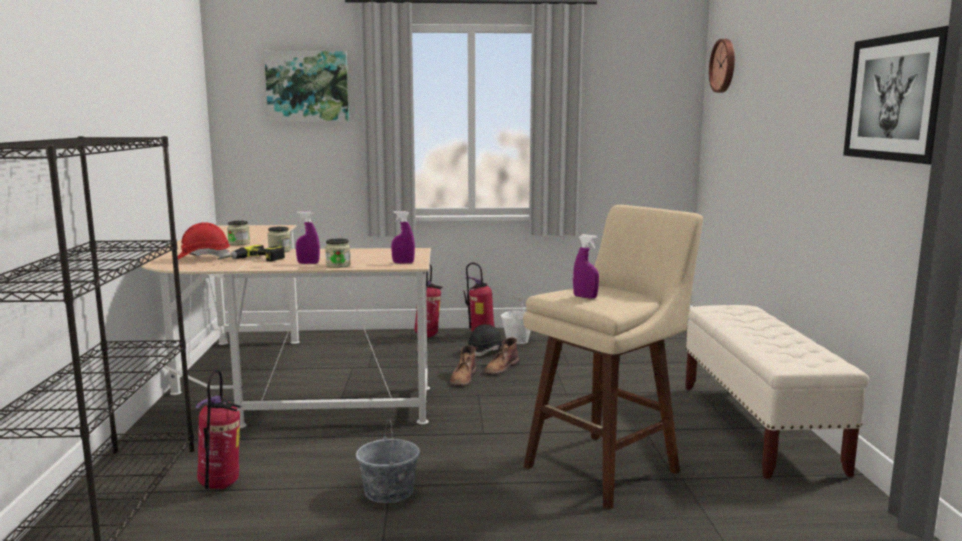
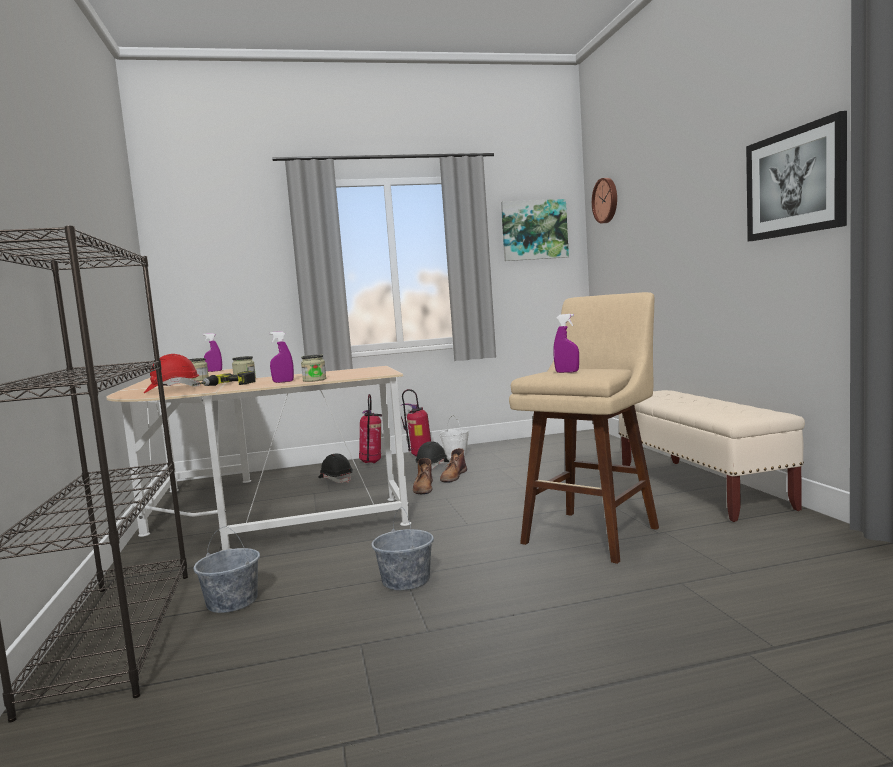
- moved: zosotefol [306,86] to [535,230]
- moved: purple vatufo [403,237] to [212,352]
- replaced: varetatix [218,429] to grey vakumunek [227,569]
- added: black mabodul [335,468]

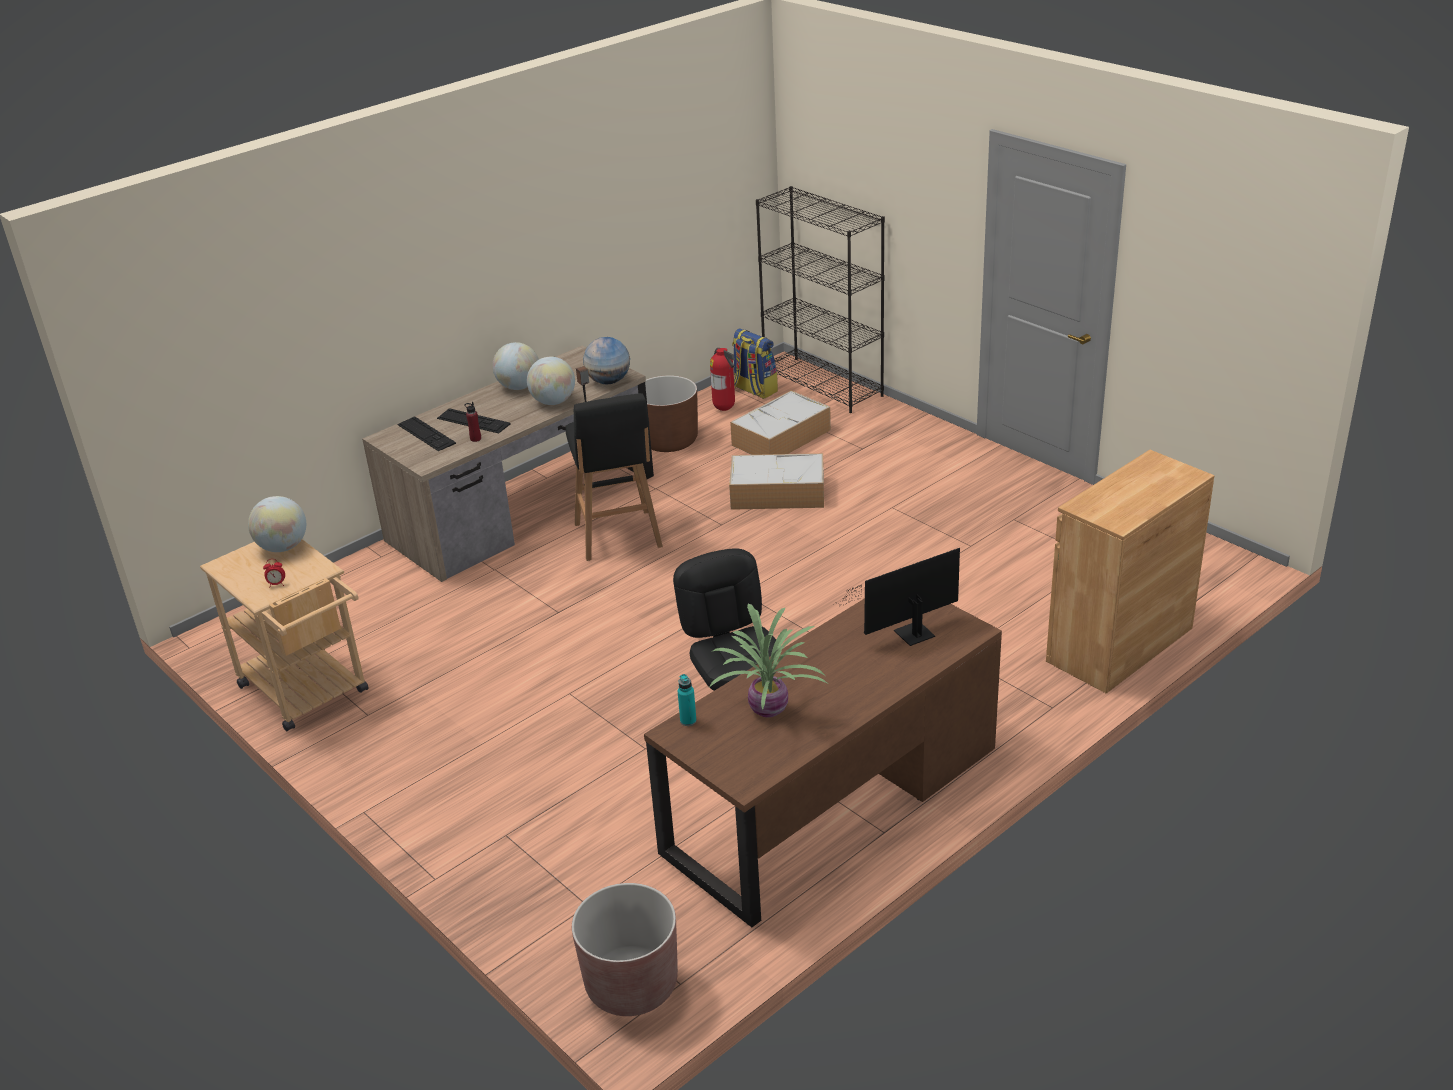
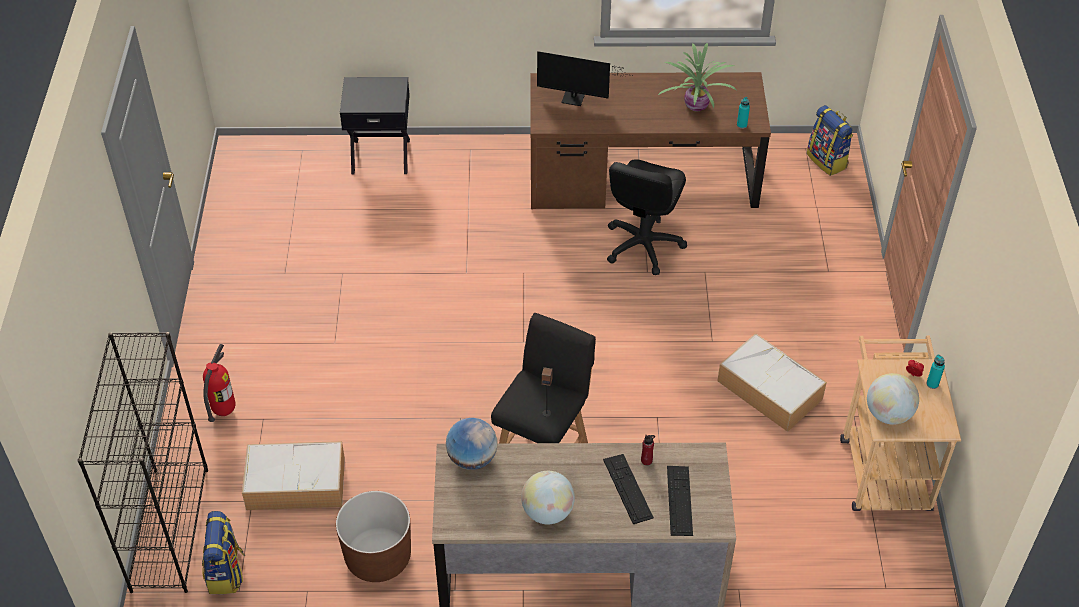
- moved: varetatix [722,379] to [219,383]
- removed: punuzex [551,381]
- replaced: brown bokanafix [1130,571] to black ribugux [375,126]
- moved: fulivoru [776,481] to [772,382]
- replaced: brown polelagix [625,949] to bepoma [830,140]
- added: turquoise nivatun [935,372]

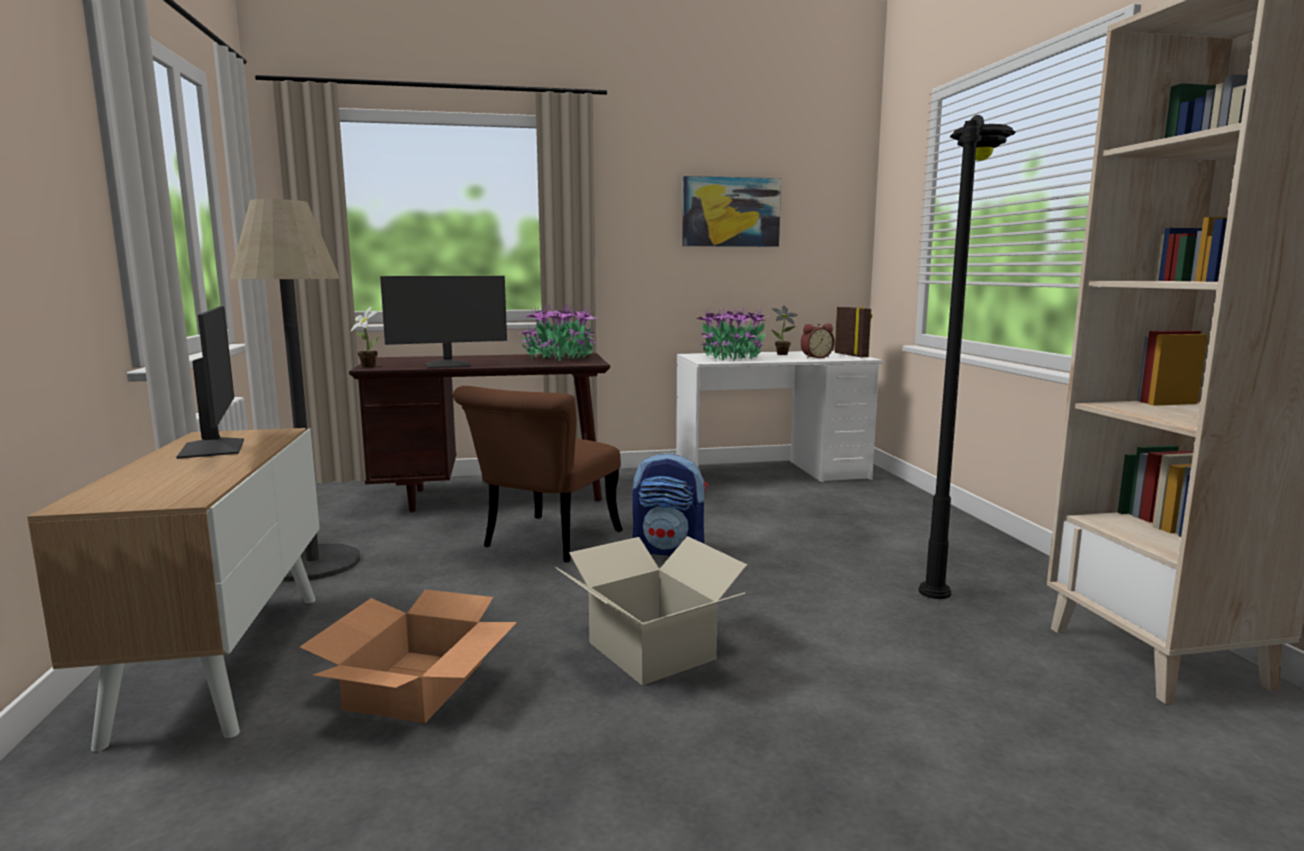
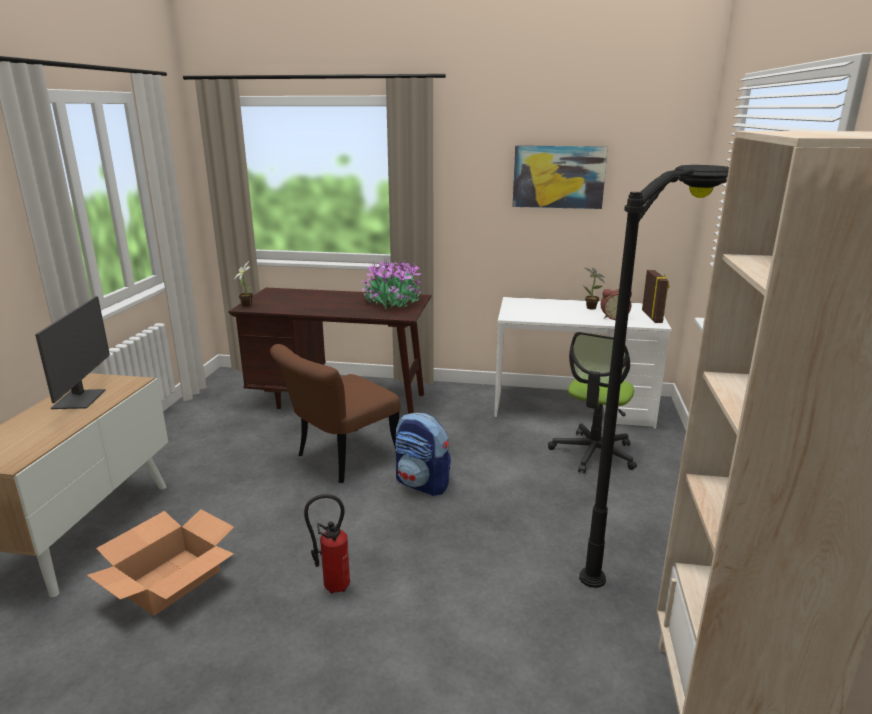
- removed: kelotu [295,390]
- removed: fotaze [443,322]
- removed: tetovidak [733,333]
- replaced: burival [651,610] to varetatix [327,544]
- added: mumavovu [592,402]

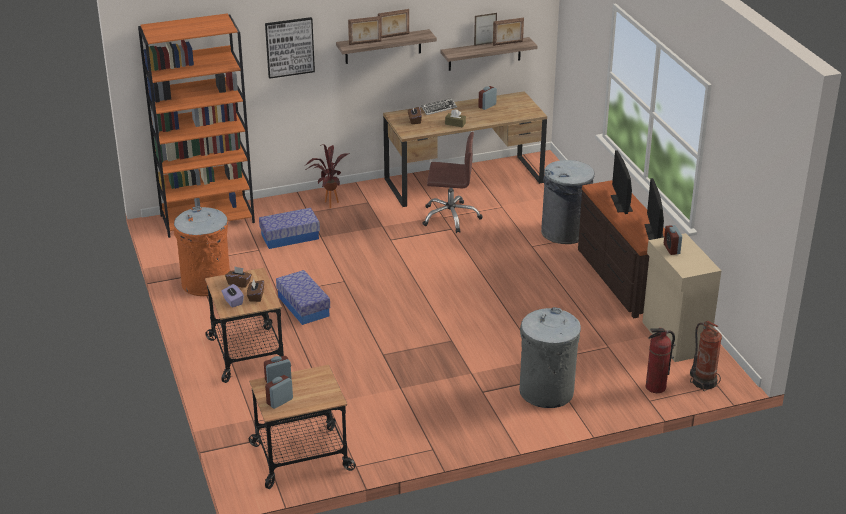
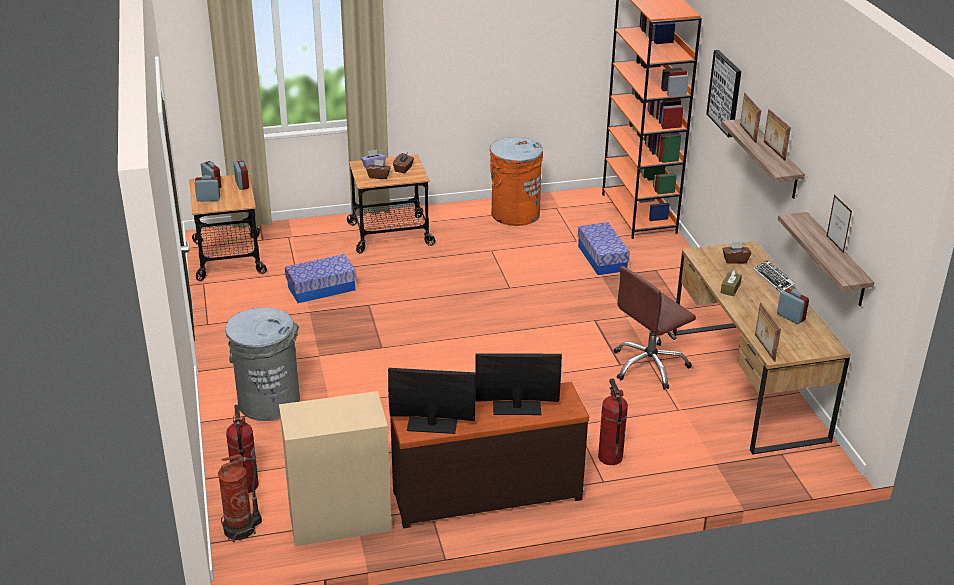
- moved: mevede [508,32] to [768,332]
- turned: brown mumavovu [452,182] = [655,328] 45 degrees clockwise
- removed: tetovidak [327,176]
- replaced: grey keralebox [568,202] to varetatix [613,421]
- moved: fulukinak [673,240] to [207,188]
- moved: fulivoru [303,297] to [321,278]

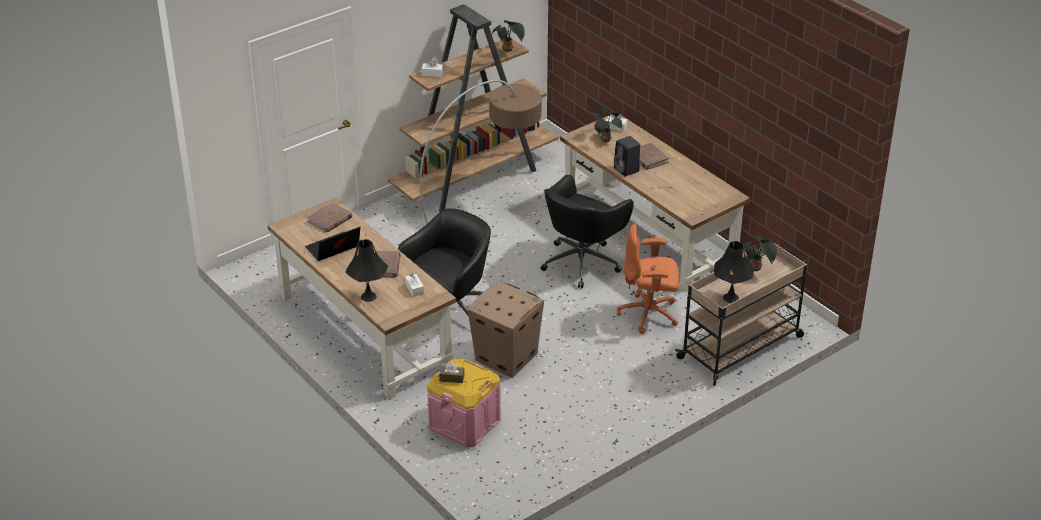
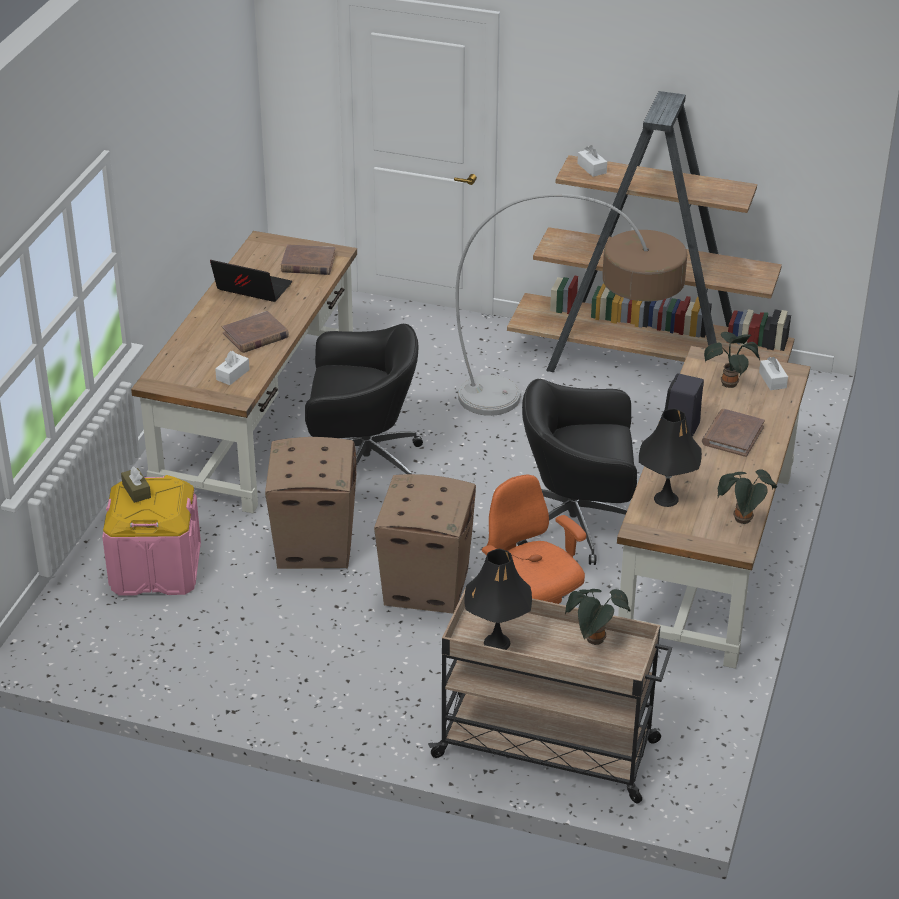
- moved: tetovidak [508,36] to [747,496]
- moved: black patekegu [366,270] to [670,458]
- added: burival [425,544]

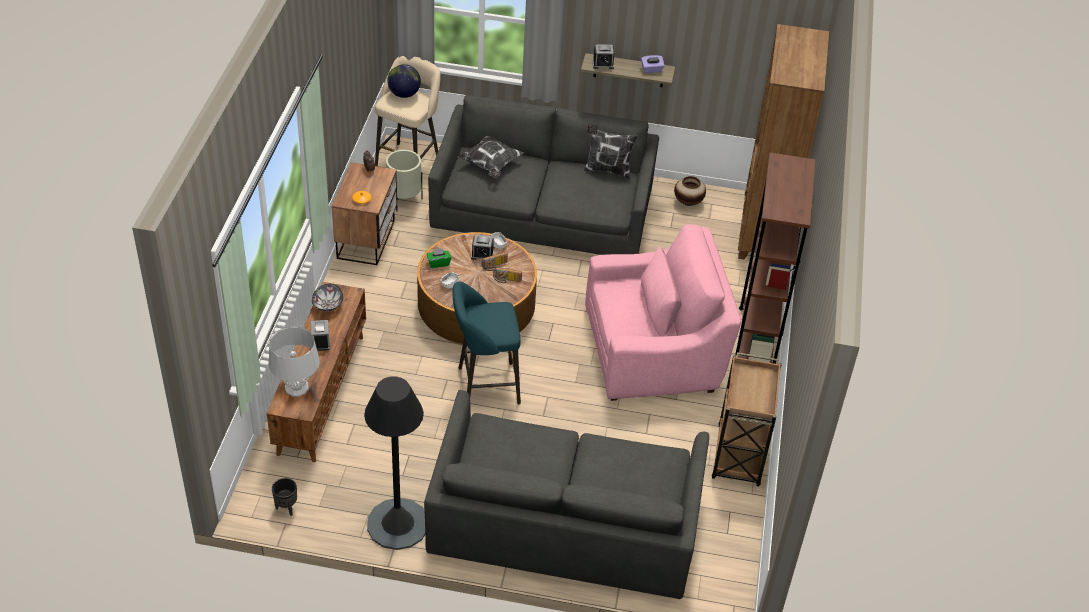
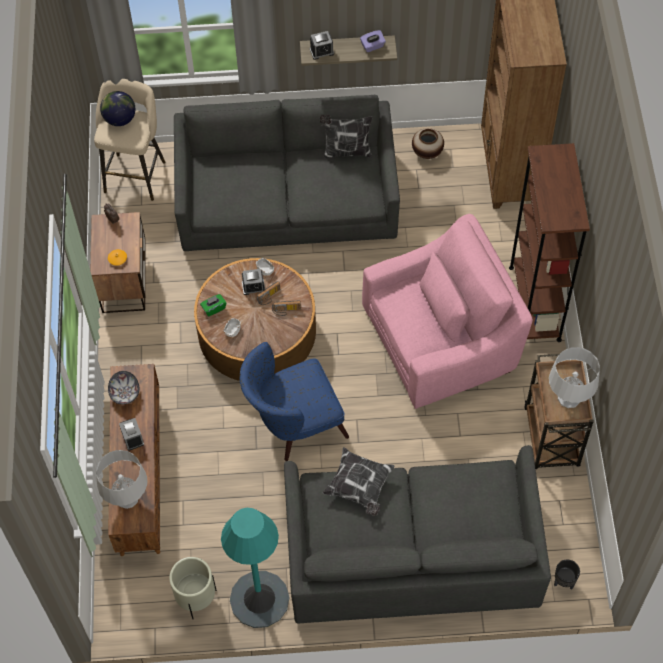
- moved: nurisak [490,157] to [358,481]
- moved: beige polelagix [404,180] to [193,588]
- replaced: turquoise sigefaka [487,343] to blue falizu [294,401]
- recoloured: black kelotu [394,463] to turquoise kelotu [255,568]
- moved: black polelagix [284,497] to [567,574]
- added: grey patekegu [574,377]

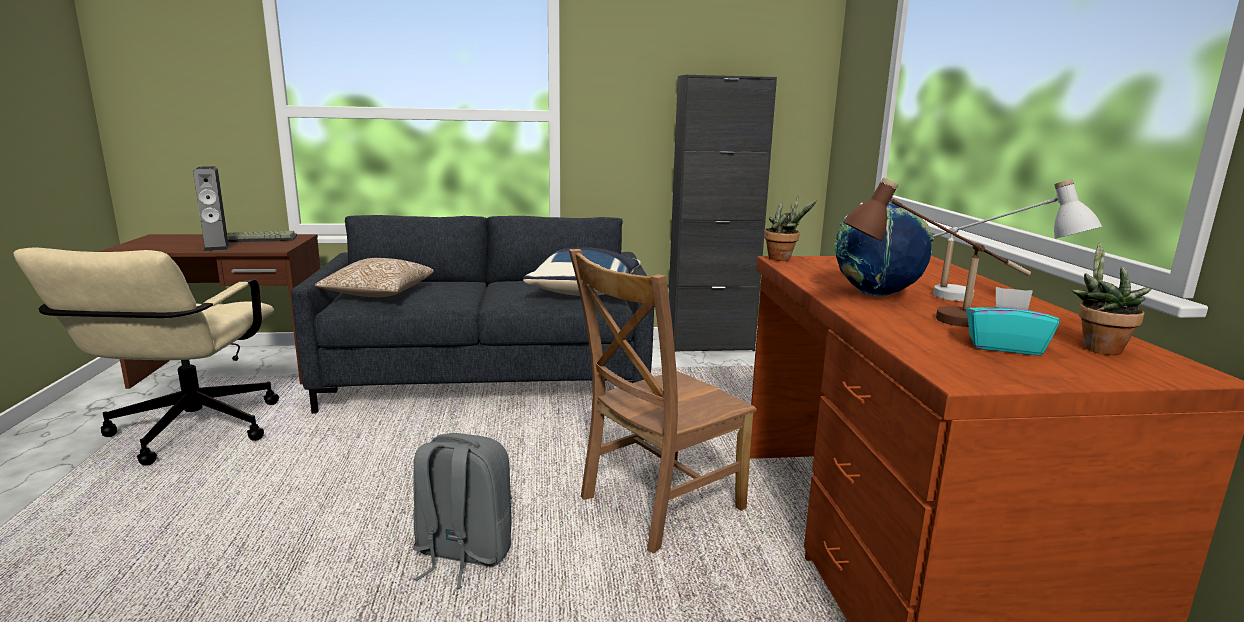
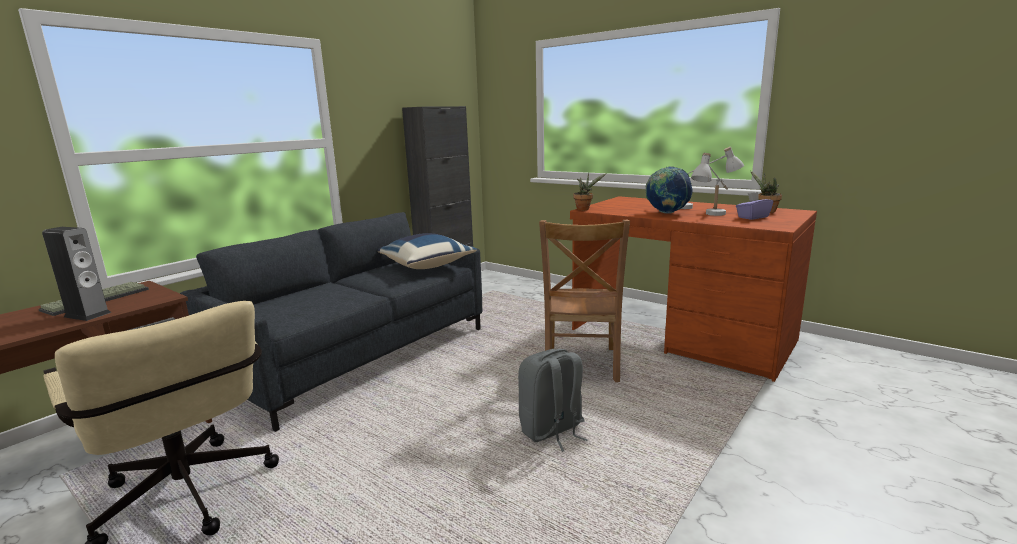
- recoloured: brown patekegu [937,252] to white patekegu [709,184]
- removed: nurisak [374,277]
- recoloured: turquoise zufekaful [1013,321] to purple zufekaful [754,206]

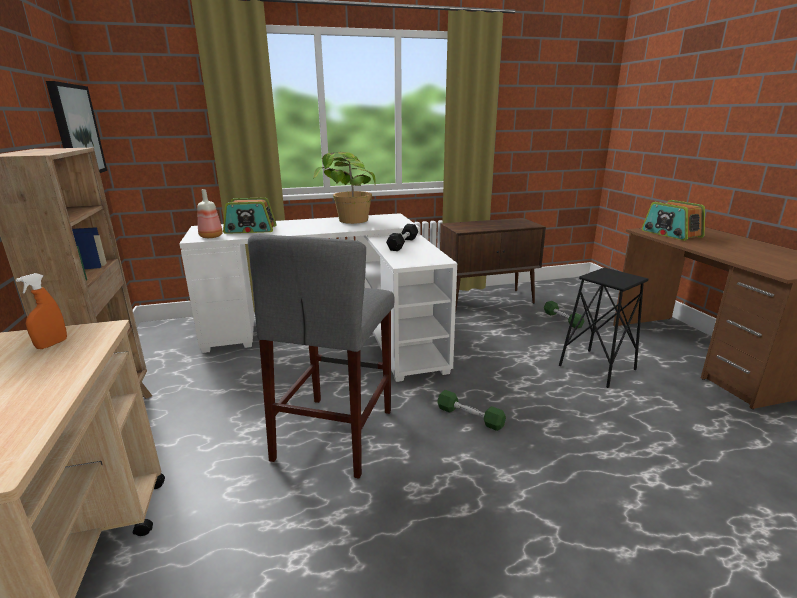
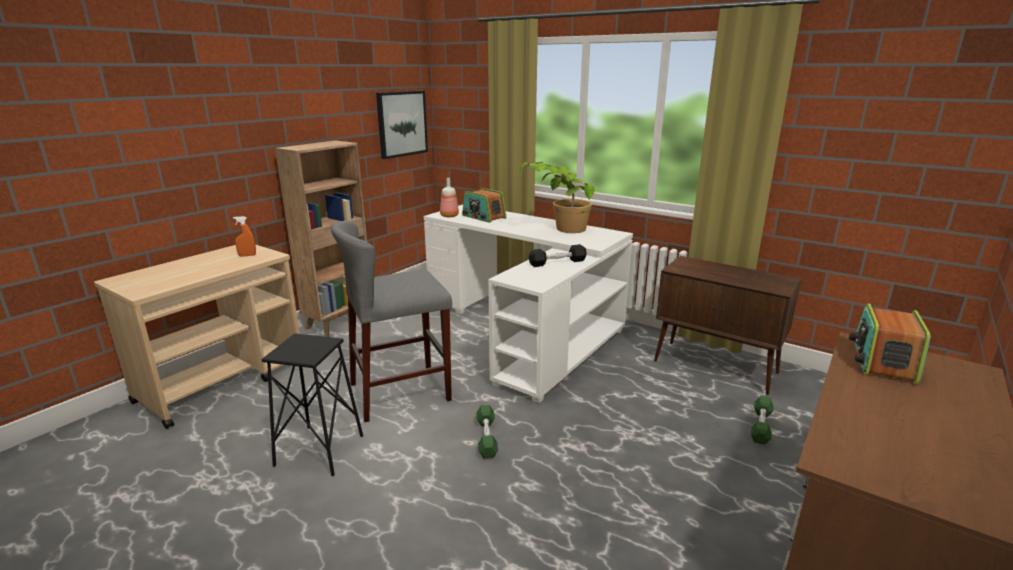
- moved: black sigefaka [603,327] to [312,404]

